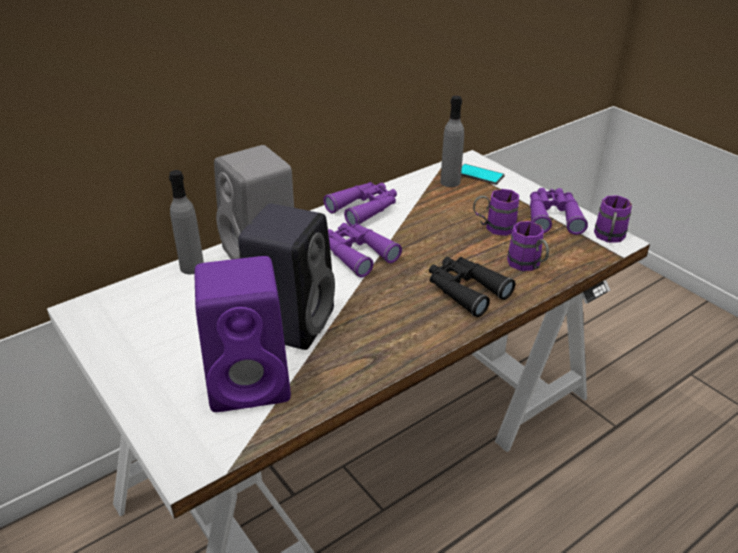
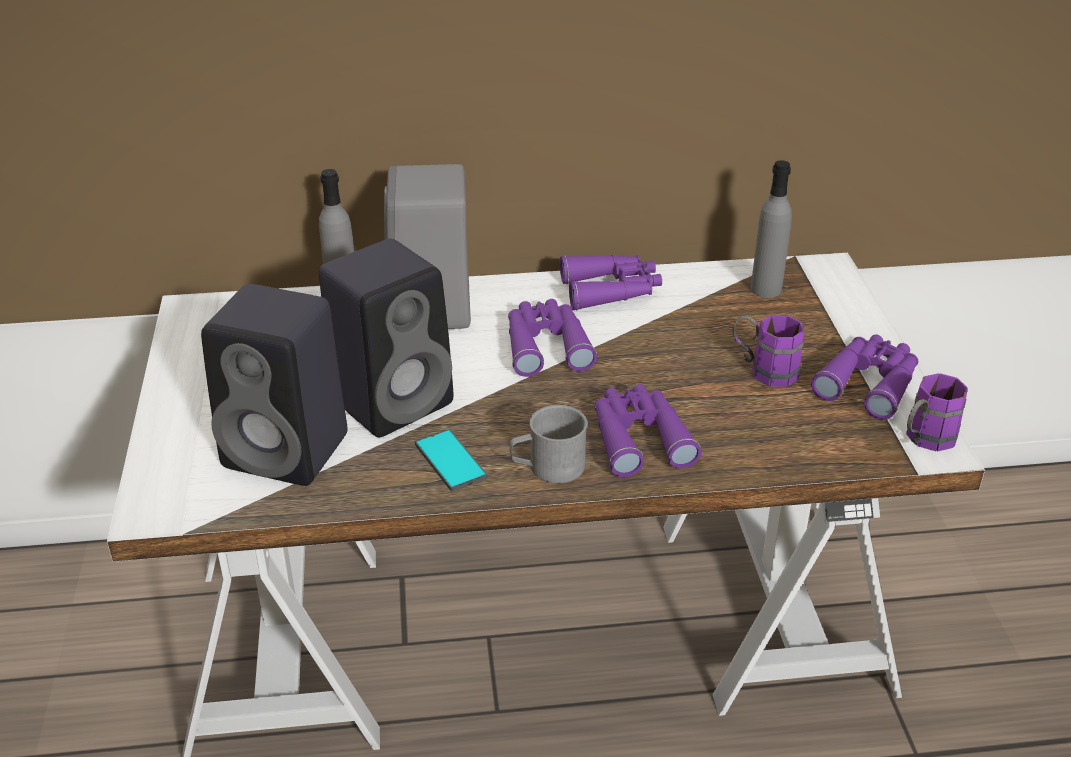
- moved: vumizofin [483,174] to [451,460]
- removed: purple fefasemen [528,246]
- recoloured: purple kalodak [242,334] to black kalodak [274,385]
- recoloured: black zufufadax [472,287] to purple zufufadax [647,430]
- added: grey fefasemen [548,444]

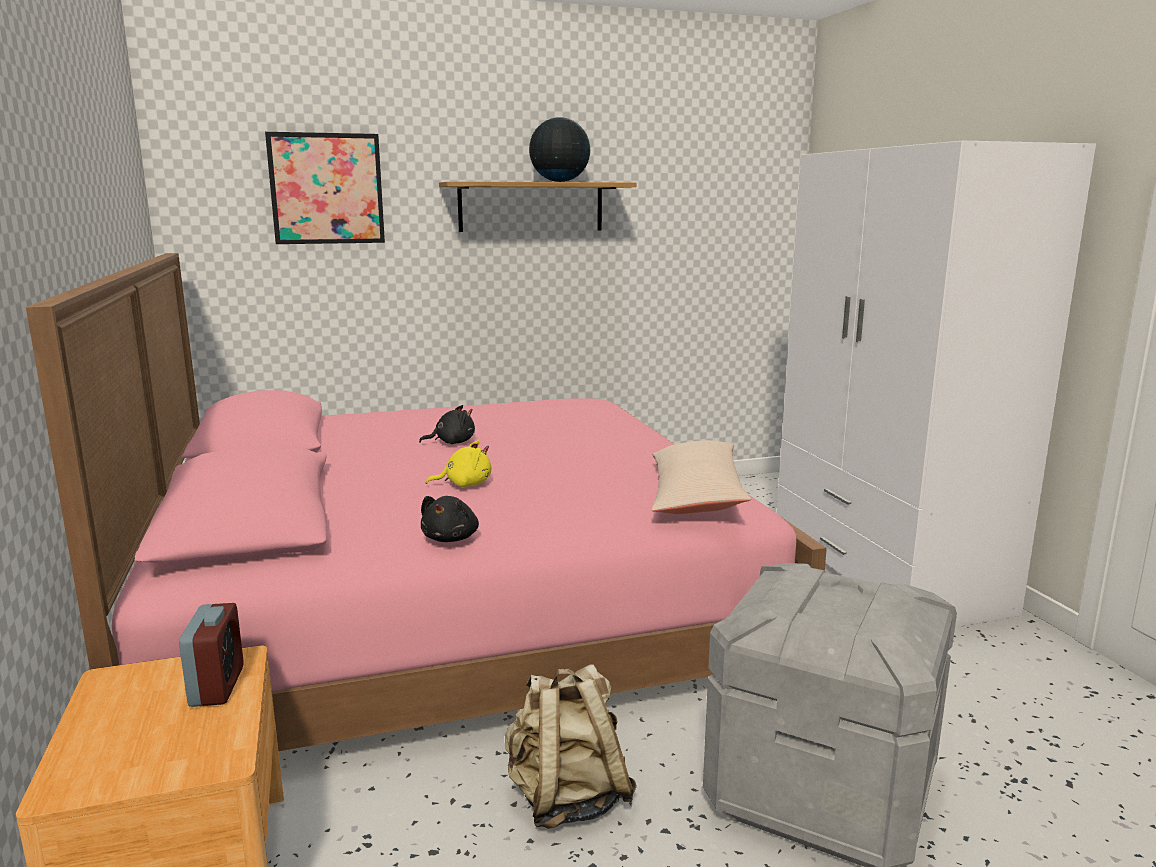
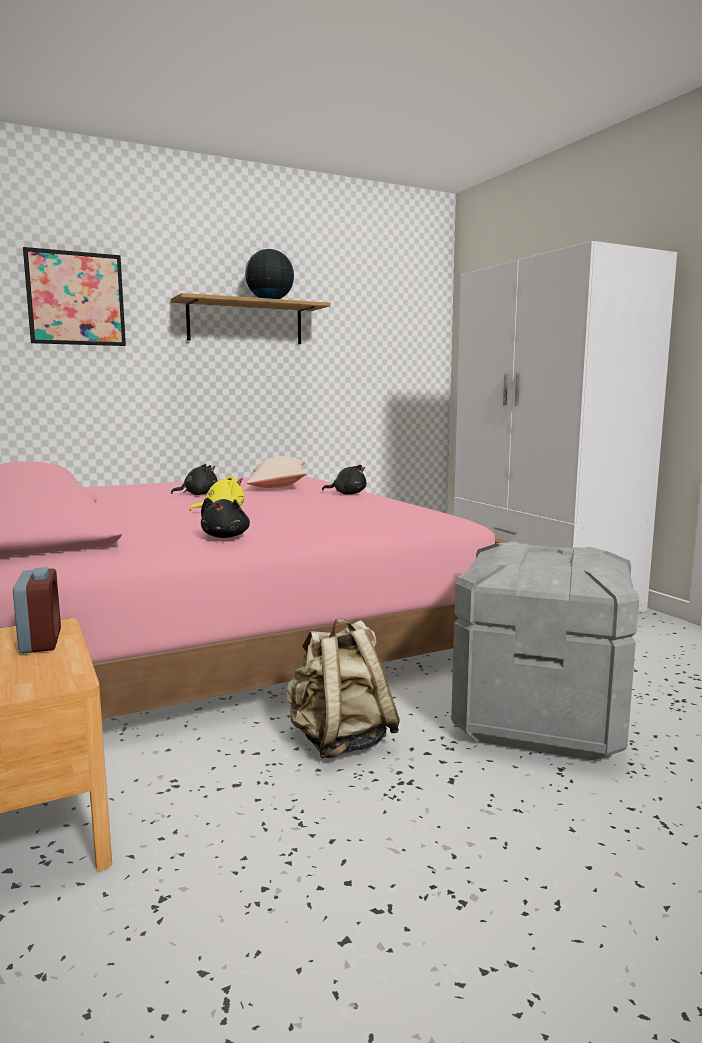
- moved: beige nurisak [701,477] to [277,472]
- added: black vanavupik [344,479]

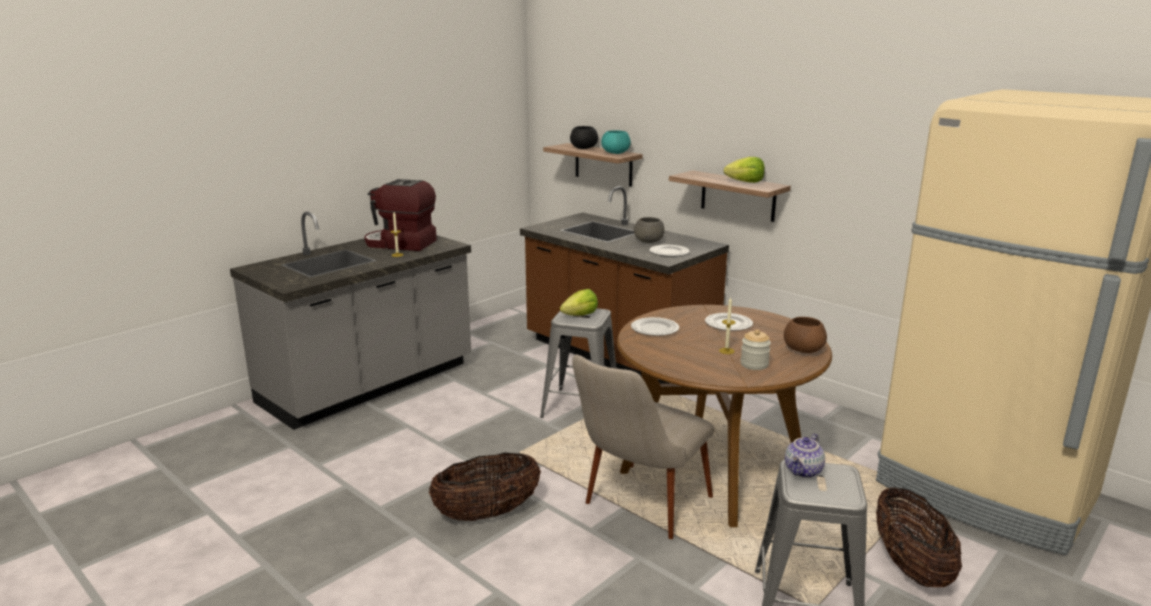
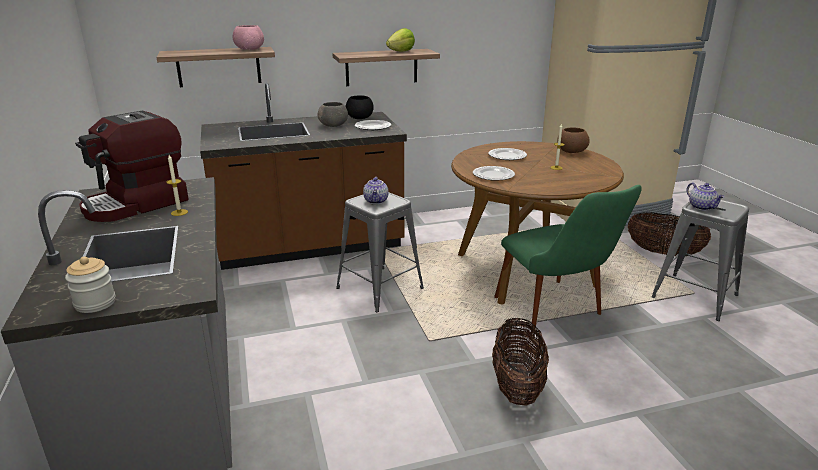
- moved: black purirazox [584,137] to [359,107]
- recoloured: turquoise purirazox [616,142] to pink purirazox [248,37]
- replaced: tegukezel [579,302] to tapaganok [376,190]
- moved: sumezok [755,349] to [90,285]
- recoloured: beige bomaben [643,447] to green bomaben [568,257]

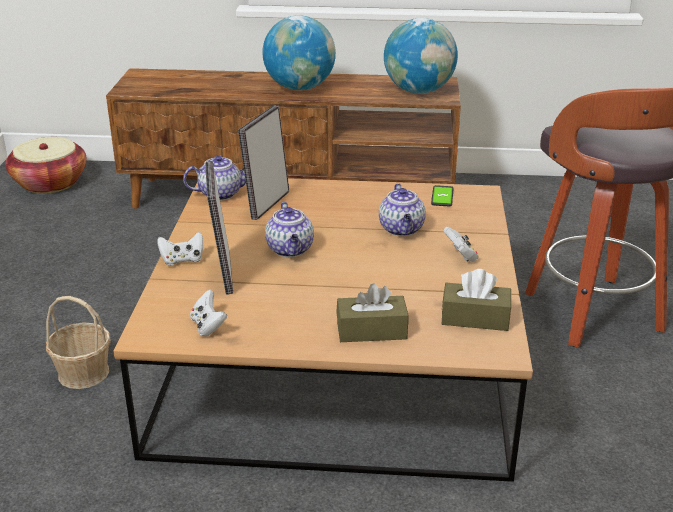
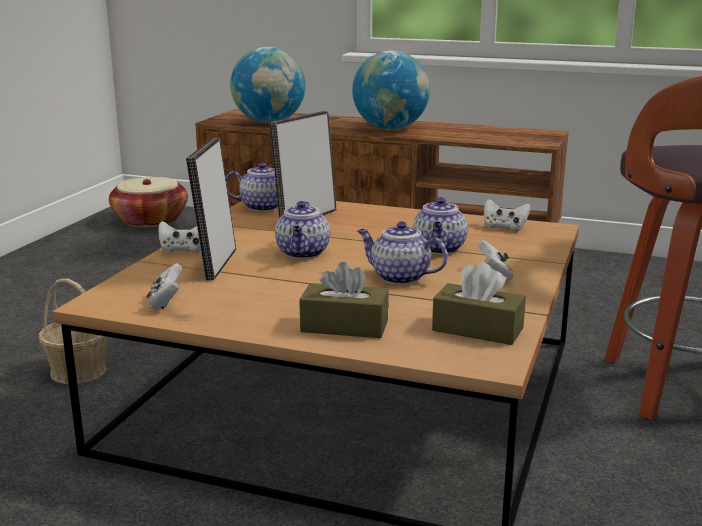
- moved: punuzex [421,56] to [268,85]
- replaced: vumizofin [442,196] to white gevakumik [507,215]
- added: tapaganok [403,253]

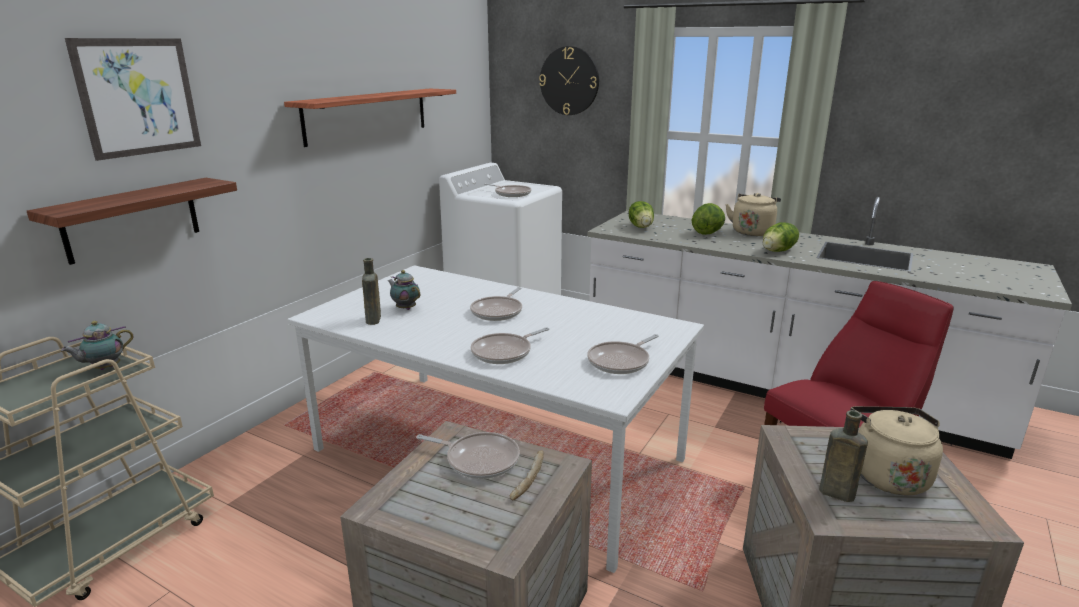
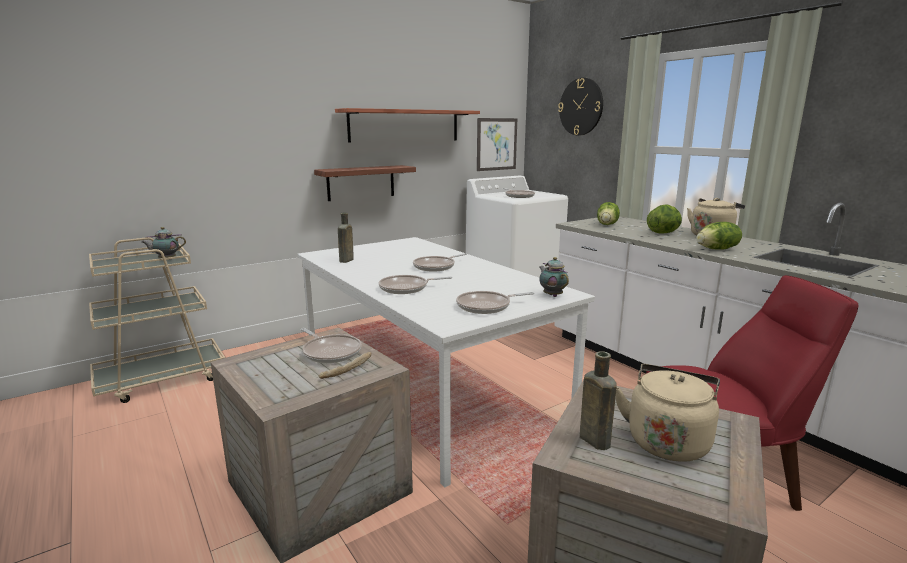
- moved: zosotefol [133,99] to [497,144]
- moved: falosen [132,221] to [365,183]
- moved: tapaganok [404,290] to [554,277]

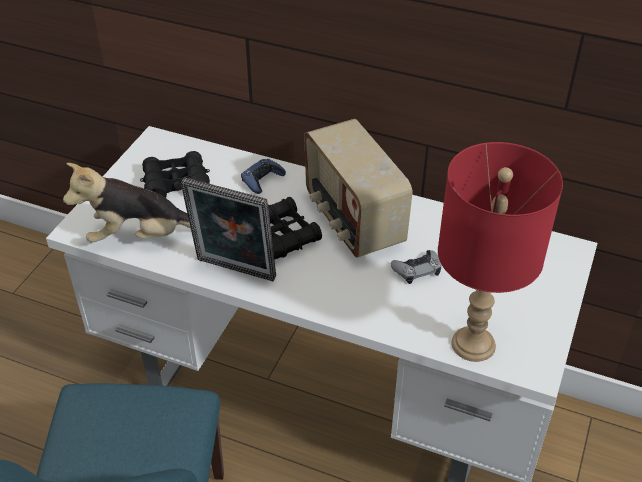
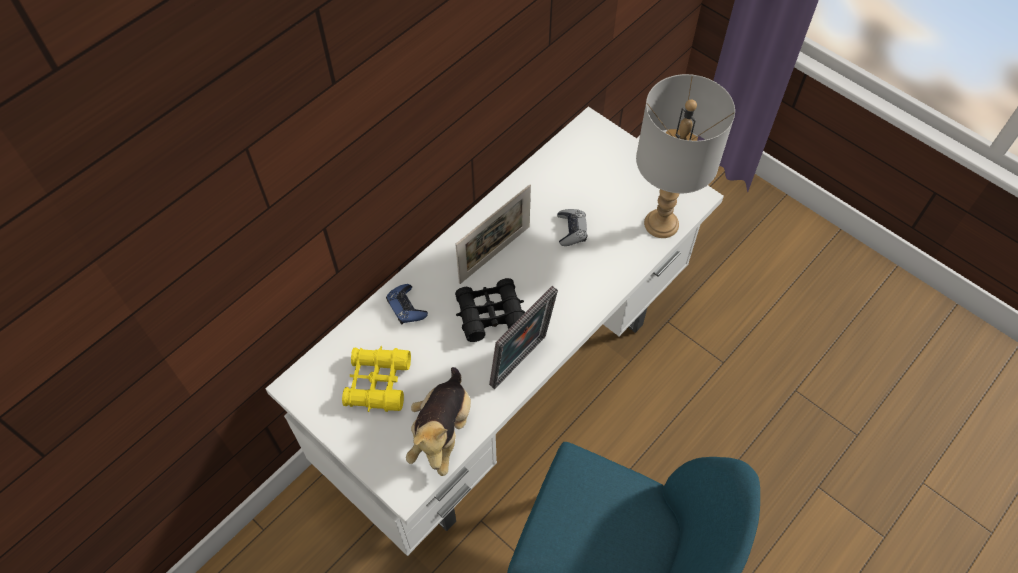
- replaced: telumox [358,188] to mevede [493,234]
- recoloured: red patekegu [500,252] to grey patekegu [685,156]
- recoloured: black zufufadax [175,174] to yellow zufufadax [376,379]

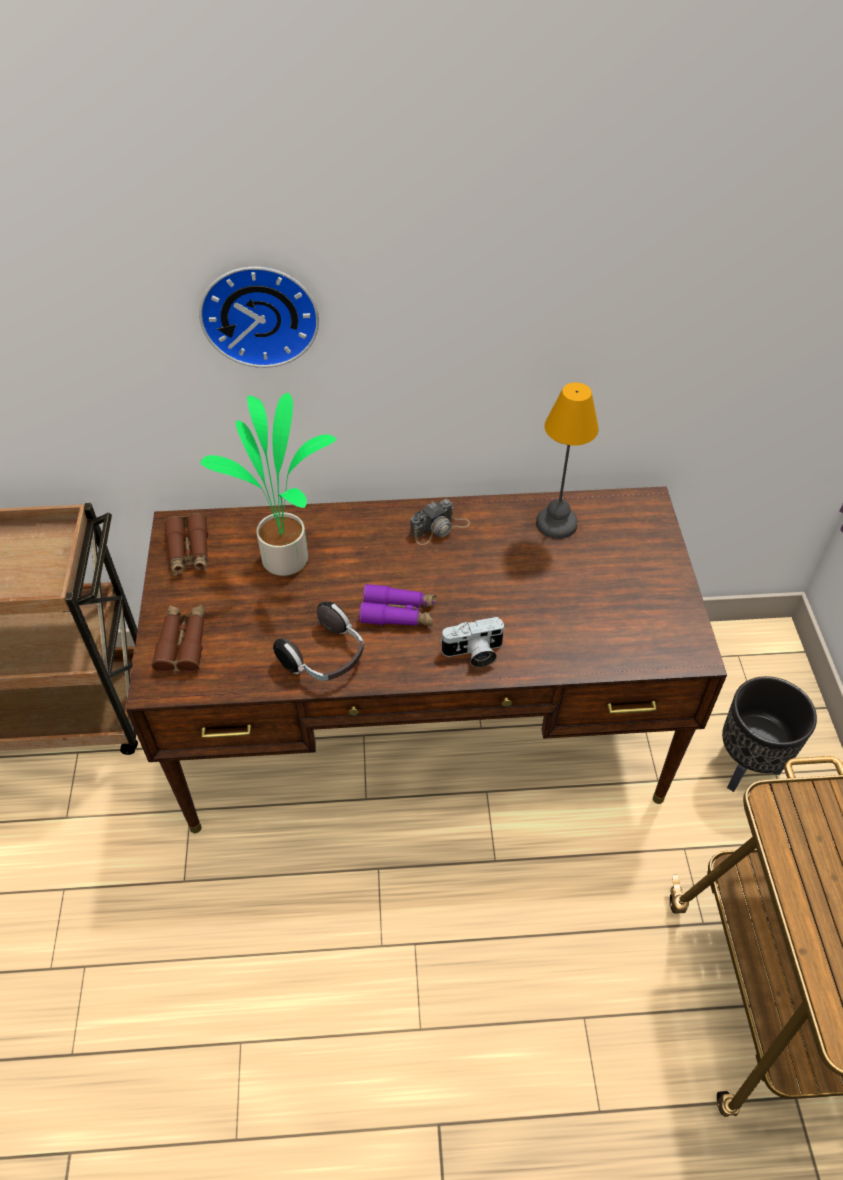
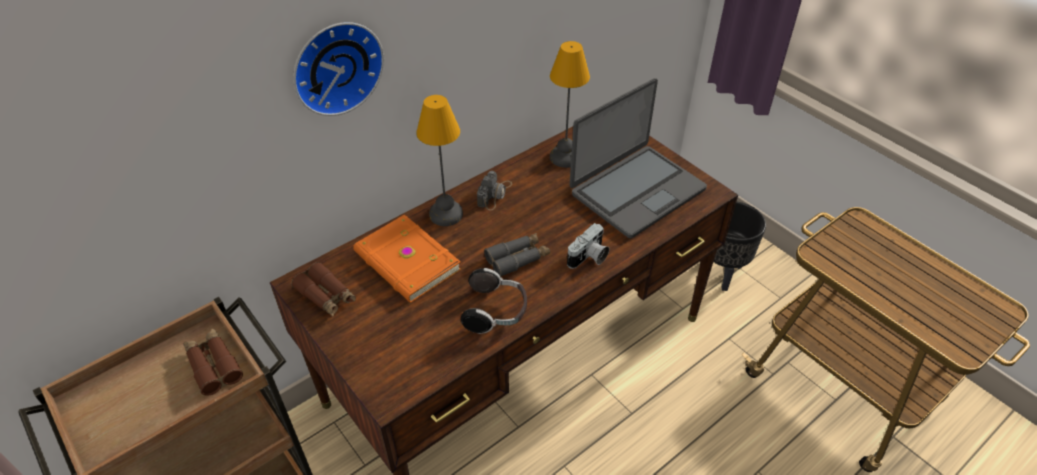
- replaced: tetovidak [268,484] to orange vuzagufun [407,258]
- recoloured: purple zufufadax [397,605] to grey zufufadax [517,255]
- moved: brown zufufadax [178,639] to [213,362]
- added: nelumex [638,158]
- added: patekegu [439,160]

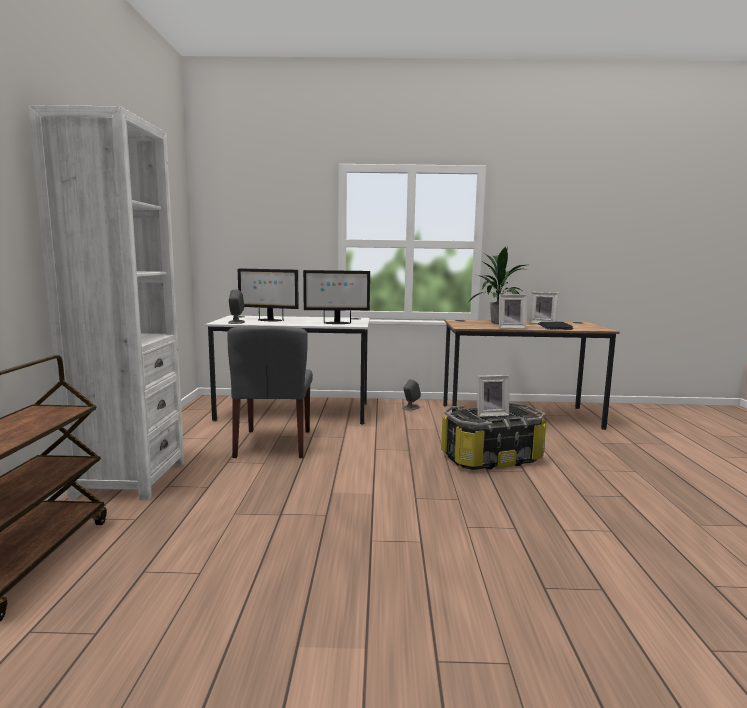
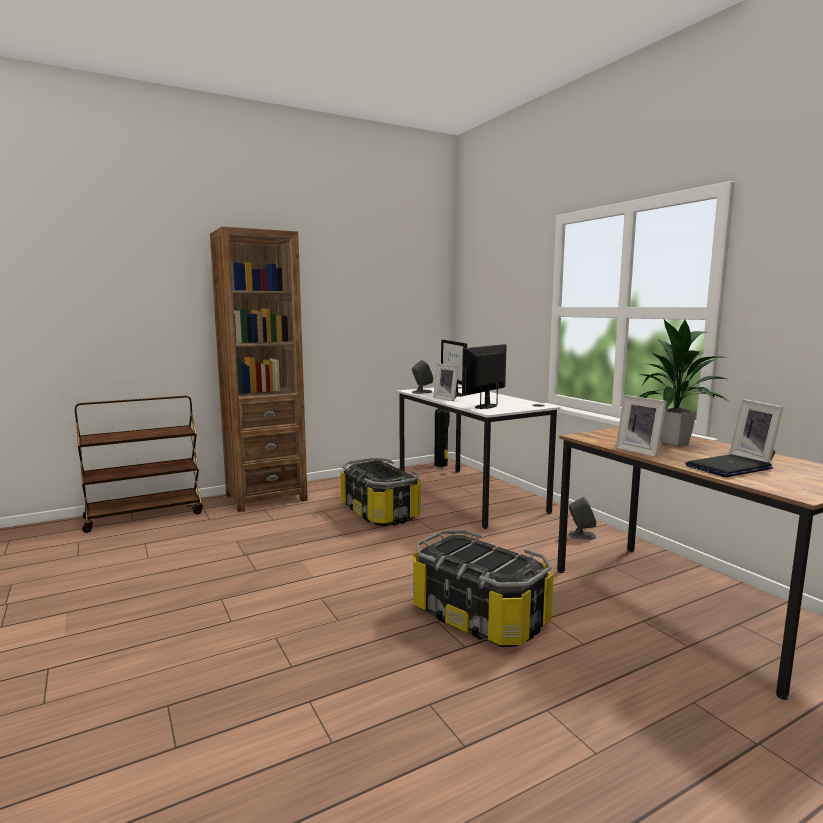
- recoloured: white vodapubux [106,302] to brown vodapubux [259,369]
- turned: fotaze [336,297] = [484,376] 75 degrees clockwise
- replaced: grey bomaben [270,392] to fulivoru [381,492]
- moved: mevede [493,396] to [446,382]
- added: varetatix [442,437]

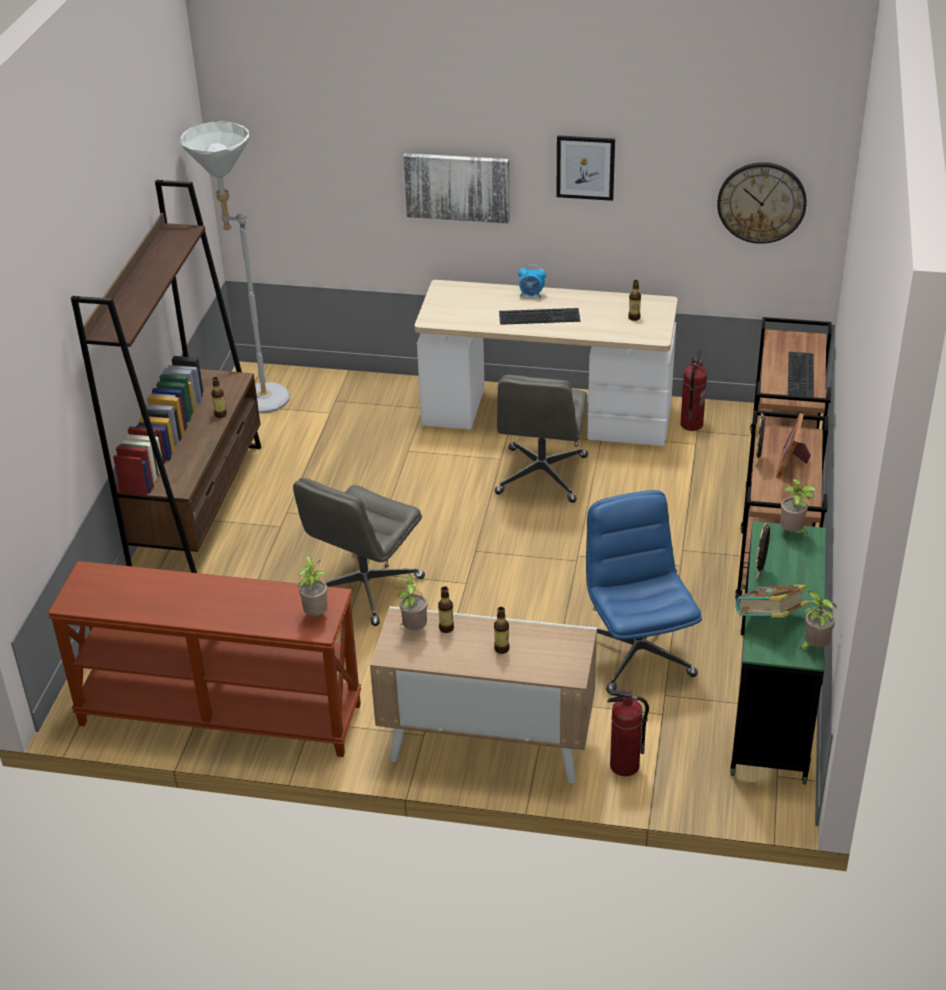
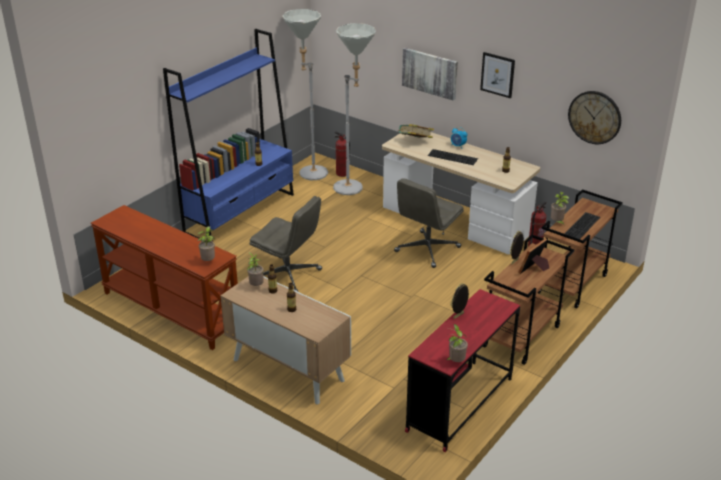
- recoloured: brown vodapubux [166,376] to blue vodapubux [228,135]
- turned: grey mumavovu [359,552] = [285,244] 120 degrees counterclockwise
- moved: tetovidak [798,507] to [560,208]
- removed: blue mumavovu [644,591]
- recoloured: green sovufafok [778,652] to red sovufafok [462,370]
- moved: vuzagufun [772,601] to [416,131]
- moved: varetatix [628,732] to [342,154]
- added: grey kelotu [354,109]

